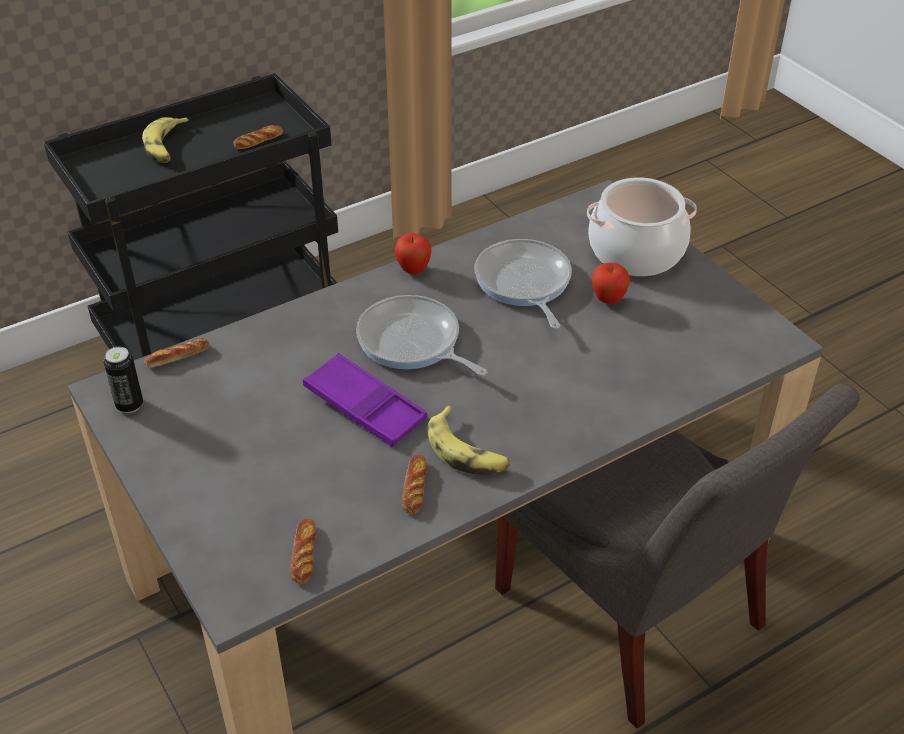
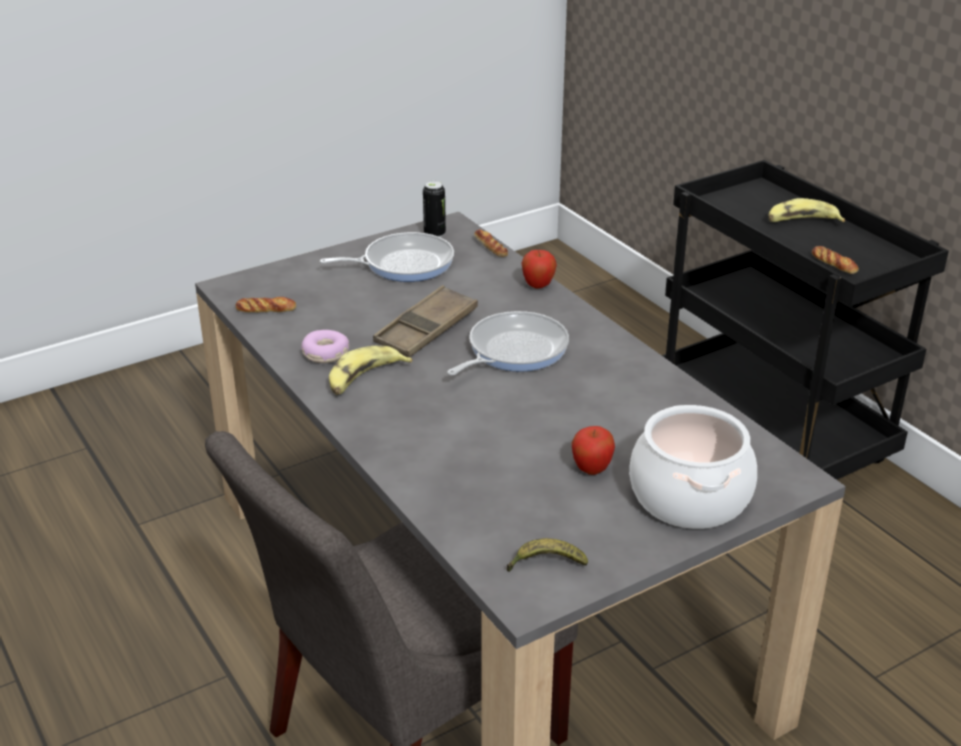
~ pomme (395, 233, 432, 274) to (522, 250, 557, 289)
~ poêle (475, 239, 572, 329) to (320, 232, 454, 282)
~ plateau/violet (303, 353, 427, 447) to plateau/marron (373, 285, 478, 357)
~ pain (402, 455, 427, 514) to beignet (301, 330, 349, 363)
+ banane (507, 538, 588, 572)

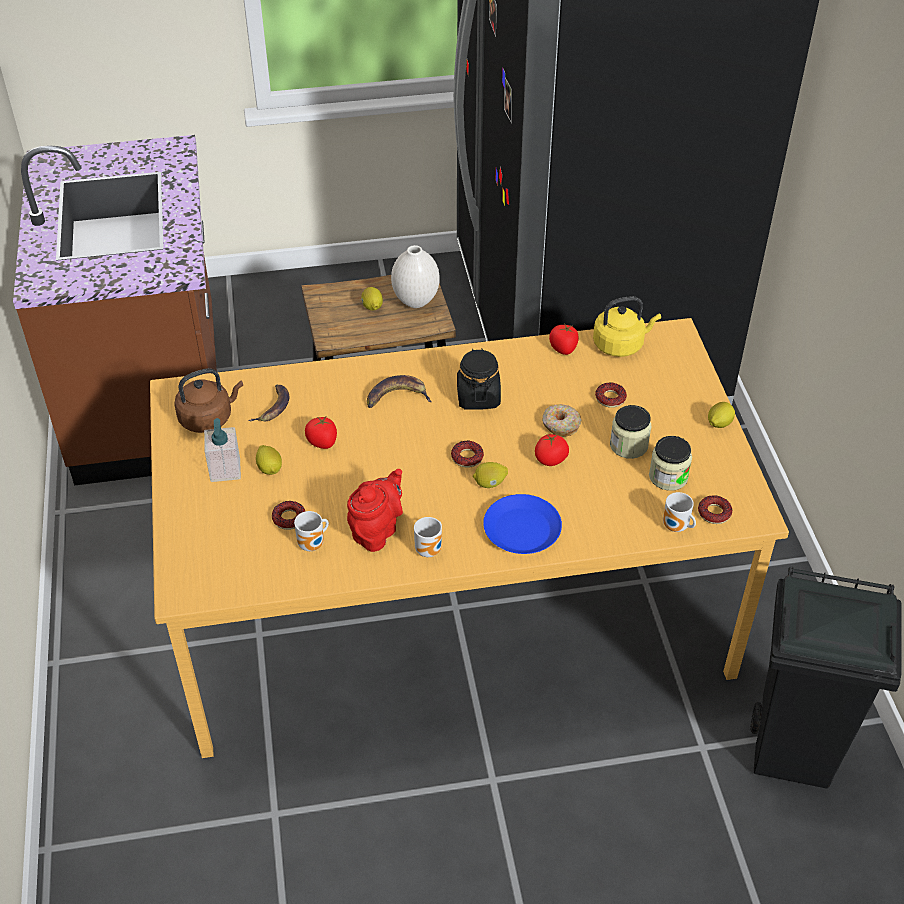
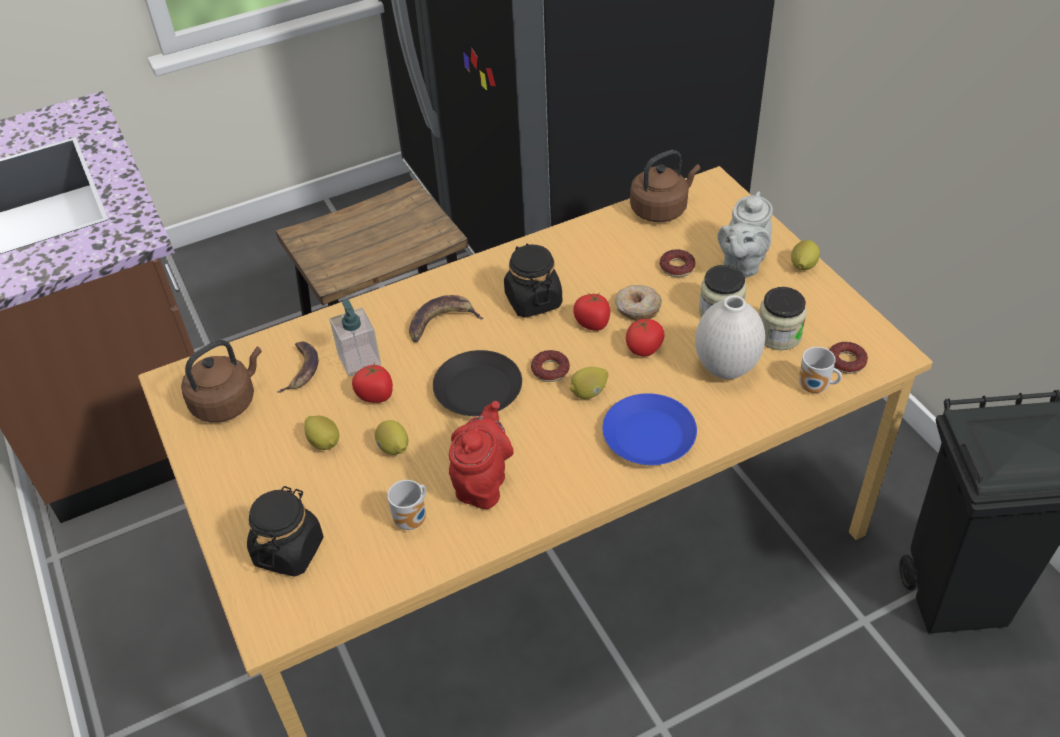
~ vase/blanc (391, 245, 440, 308) to (695, 295, 765, 379)
~ citron (361, 287, 383, 310) to (375, 420, 408, 455)
~ bouilloire/jaune (593, 296, 661, 357) to bouilloire/marron (630, 150, 700, 222)
~ tomate (549, 323, 579, 355) to (573, 292, 610, 331)
~ distributeur de savon (204, 418, 241, 482) to (330, 299, 381, 377)
- beignet (272, 501, 305, 530)
- mug (414, 517, 442, 557)
+ théière/gris (718, 191, 773, 277)
+ assiette/noir (433, 350, 522, 416)
+ bocal/noir (247, 486, 323, 577)

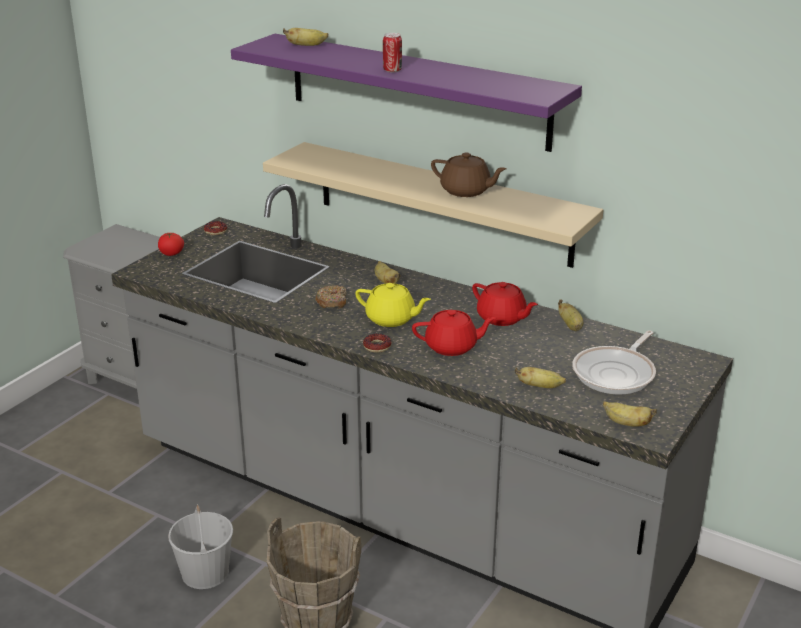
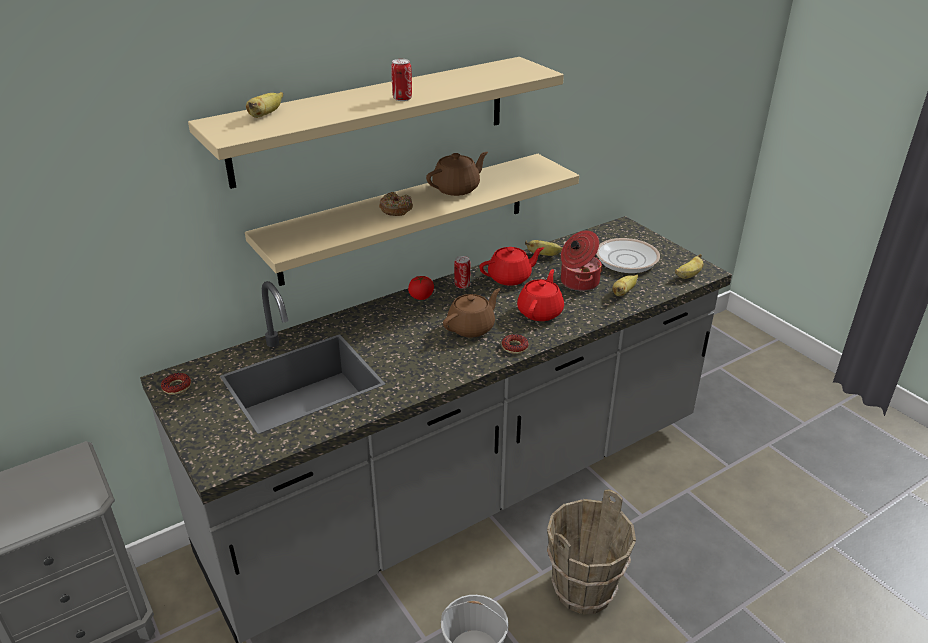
~ étagère/violet (231, 34, 582, 152) to étagère/beige (188, 57, 564, 189)
~ tomate (158, 232, 184, 256) to (408, 276, 434, 300)
- banane (375, 261, 401, 284)
~ théière/jaune (355, 283, 431, 327) to théière/marron (443, 288, 501, 338)
~ beignet (315, 285, 346, 309) to (379, 192, 413, 216)
~ poêle (572, 330, 656, 395) = (563, 238, 660, 273) 45 degrees counterclockwise
+ marmite (561, 230, 603, 291)
+ boîte métallique (454, 256, 471, 289)

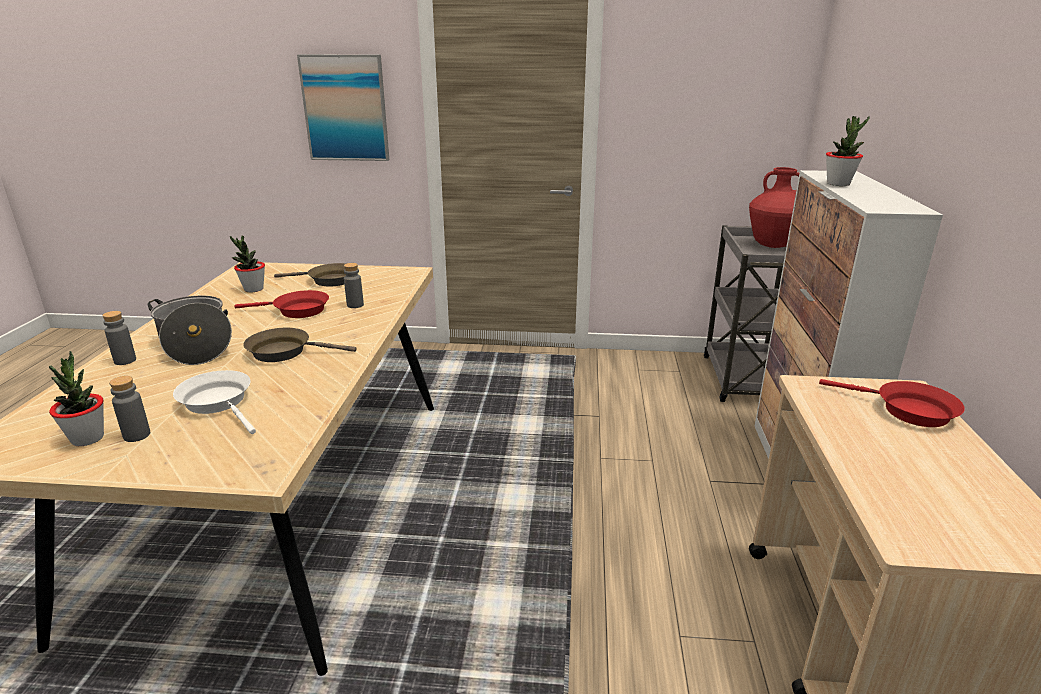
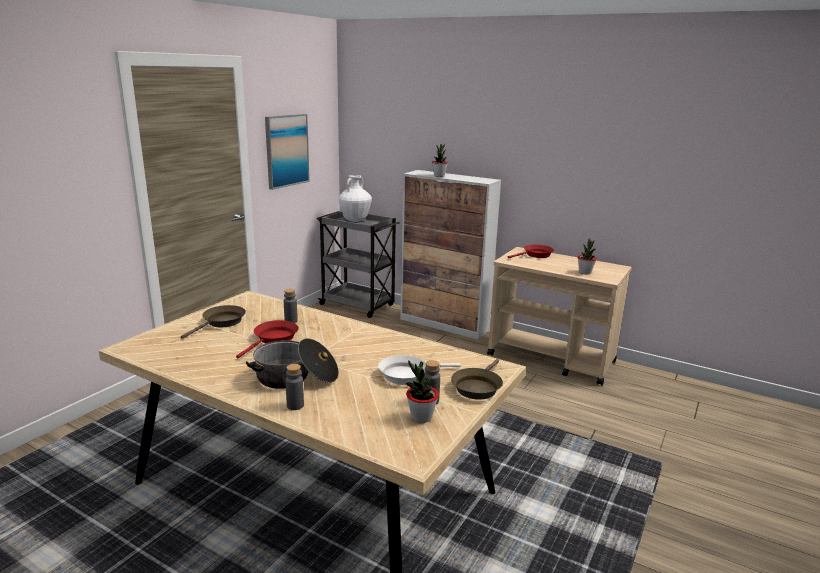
~ tableau (297, 55, 389, 161) to (265, 114, 310, 190)
~ vase/rouge (749, 167, 799, 248) to vase/blanc (338, 175, 372, 222)
~ plante en pot (230, 236, 265, 292) to (578, 238, 597, 274)
~ poêle/marron (243, 328, 356, 362) to (451, 359, 503, 400)

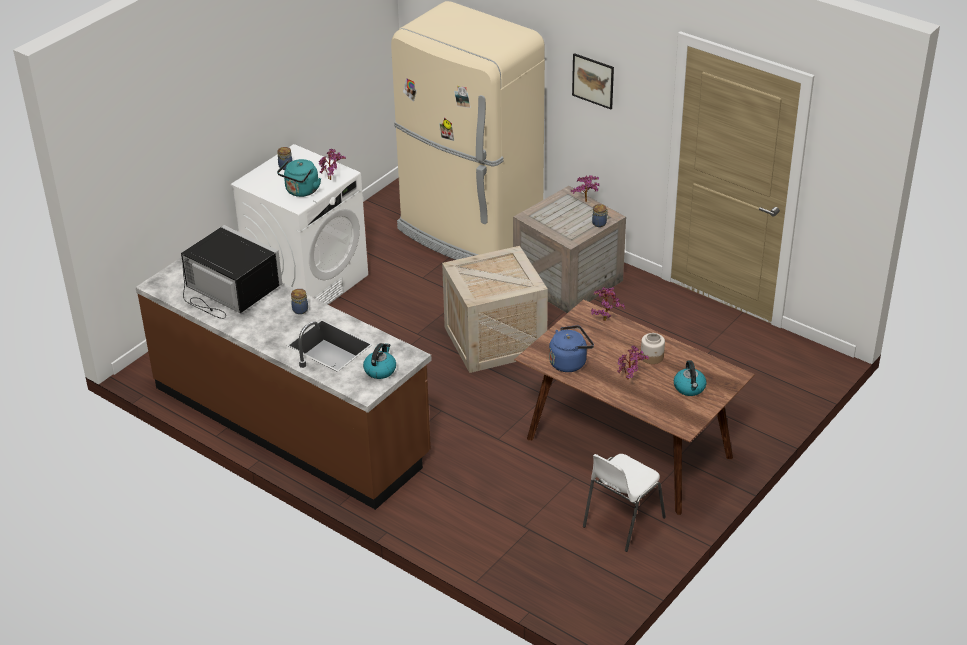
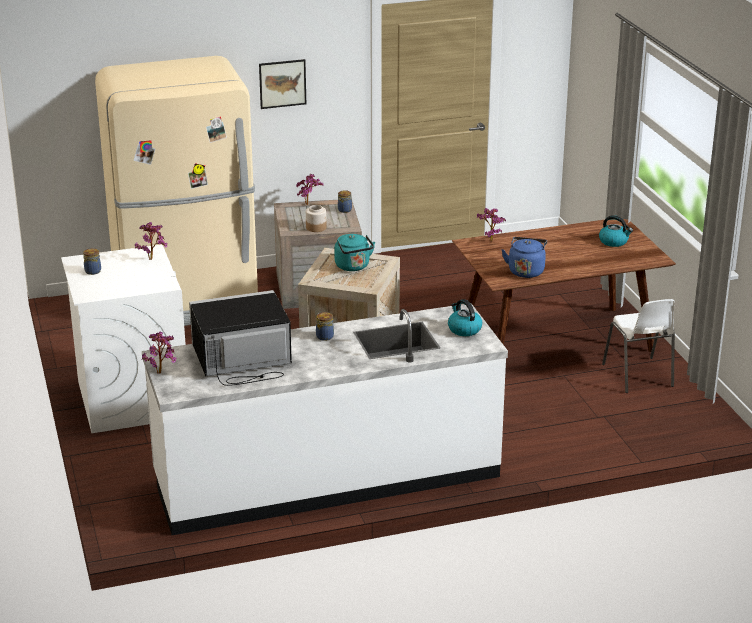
~ bouilloire/turquoise (277, 159, 321, 197) to (334, 234, 375, 271)
~ comptoir de cuisine/marron (135, 257, 432, 510) to comptoir de cuisine/blanc (142, 303, 508, 535)
~ bocal (641, 333, 665, 364) to (306, 205, 327, 232)
~ plante en pot (617, 346, 649, 380) to (141, 331, 177, 374)

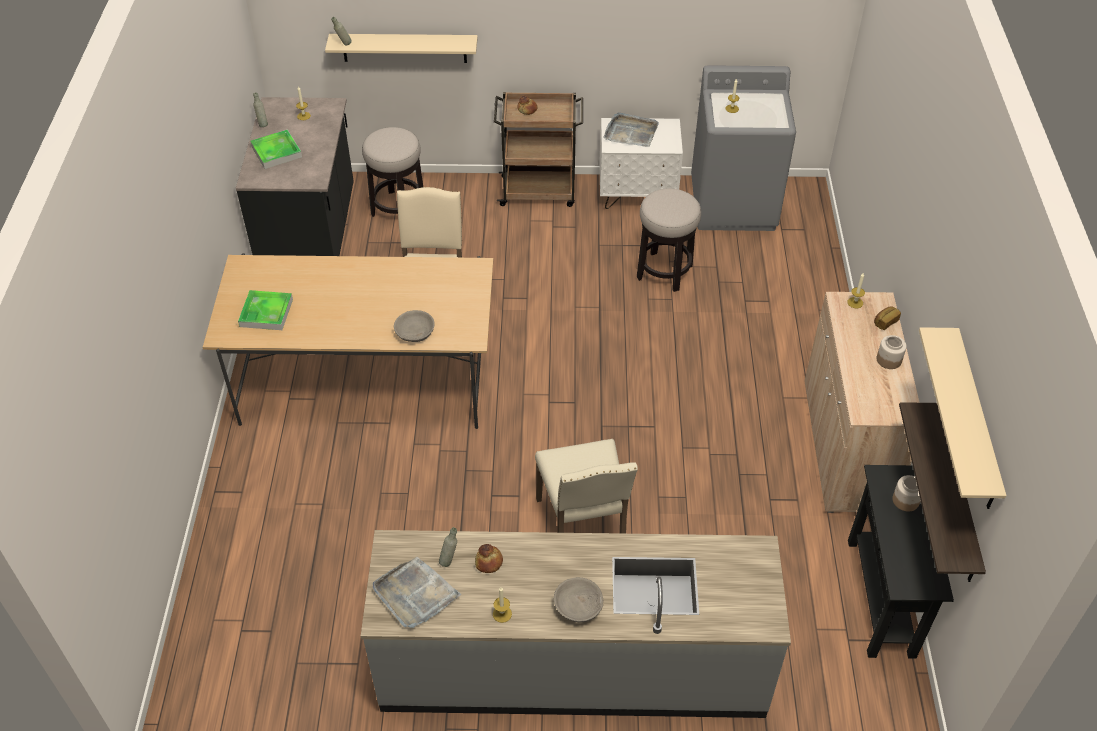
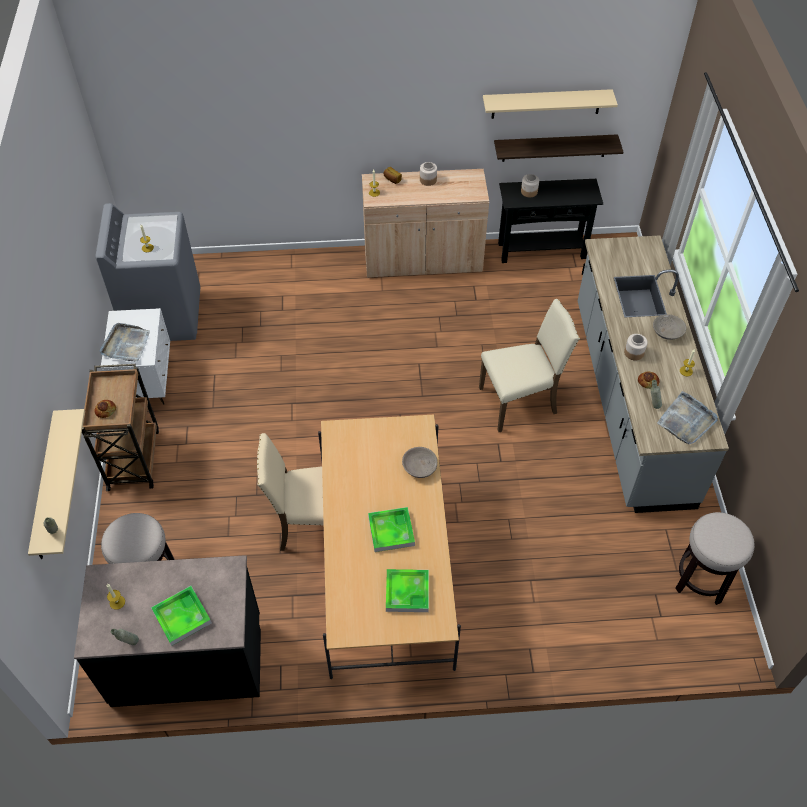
~ tabouret (637, 188, 701, 292) to (676, 512, 755, 605)
+ bocal (624, 334, 648, 360)
+ plateau (368, 507, 415, 552)

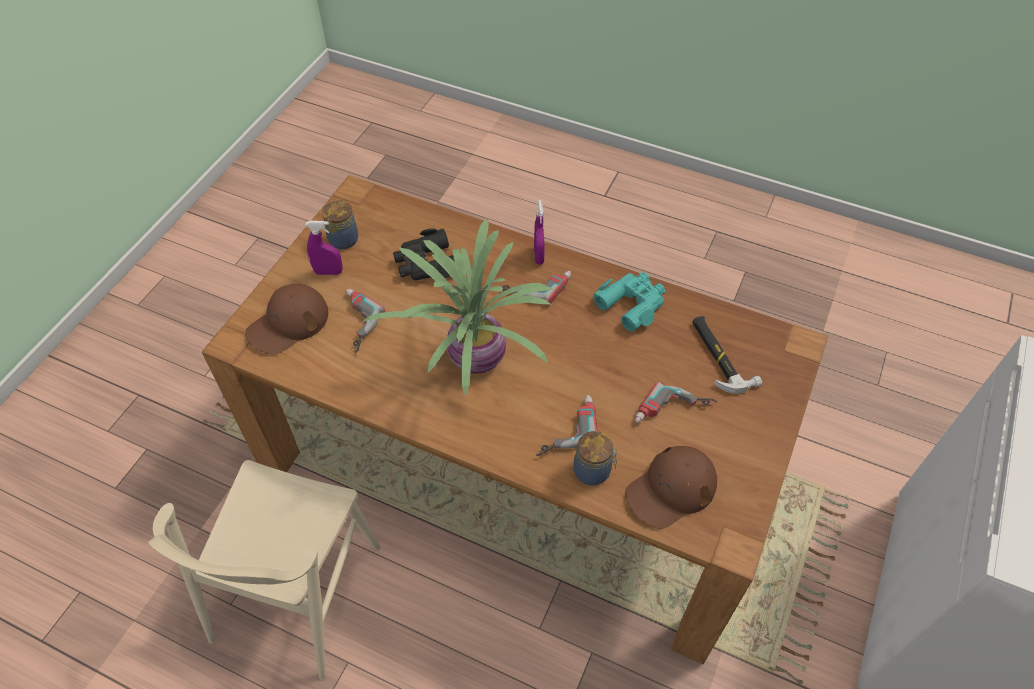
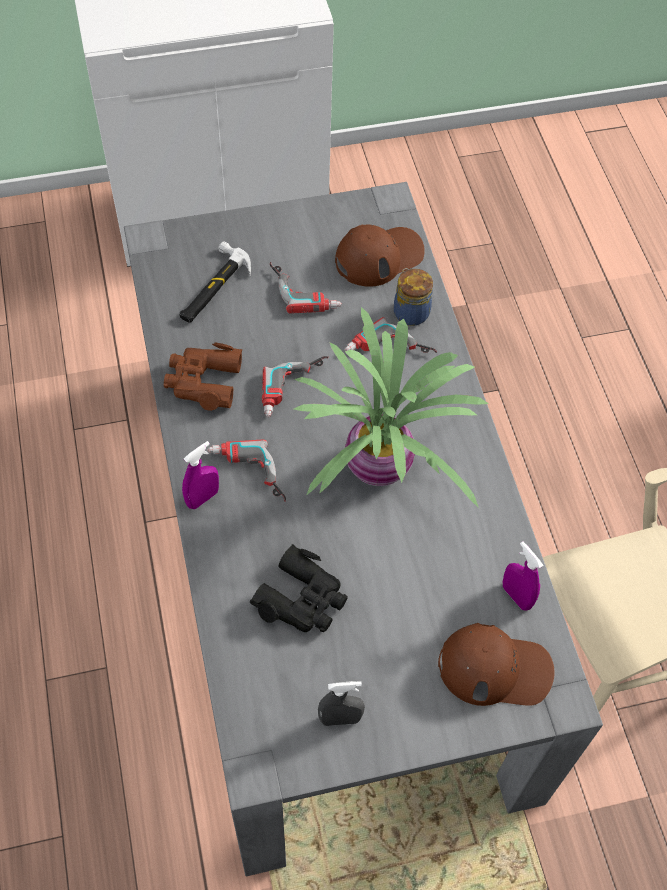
~ table à manger/marron (202, 175, 828, 664) to table à manger/gris (124, 182, 603, 876)
~ bocal (322, 200, 358, 249) to vaporisateur/gris (318, 681, 365, 726)
~ vaporisateur/violet (305, 221, 343, 275) to (503, 541, 543, 611)
~ jumelles/turquoise (593, 272, 666, 332) to jumelles/marron (164, 343, 242, 411)
~ perceuse (345, 289, 385, 353) to (262, 356, 329, 417)
~ casquette/marron (625, 446, 717, 529) = (335, 225, 425, 287) 45 degrees counterclockwise

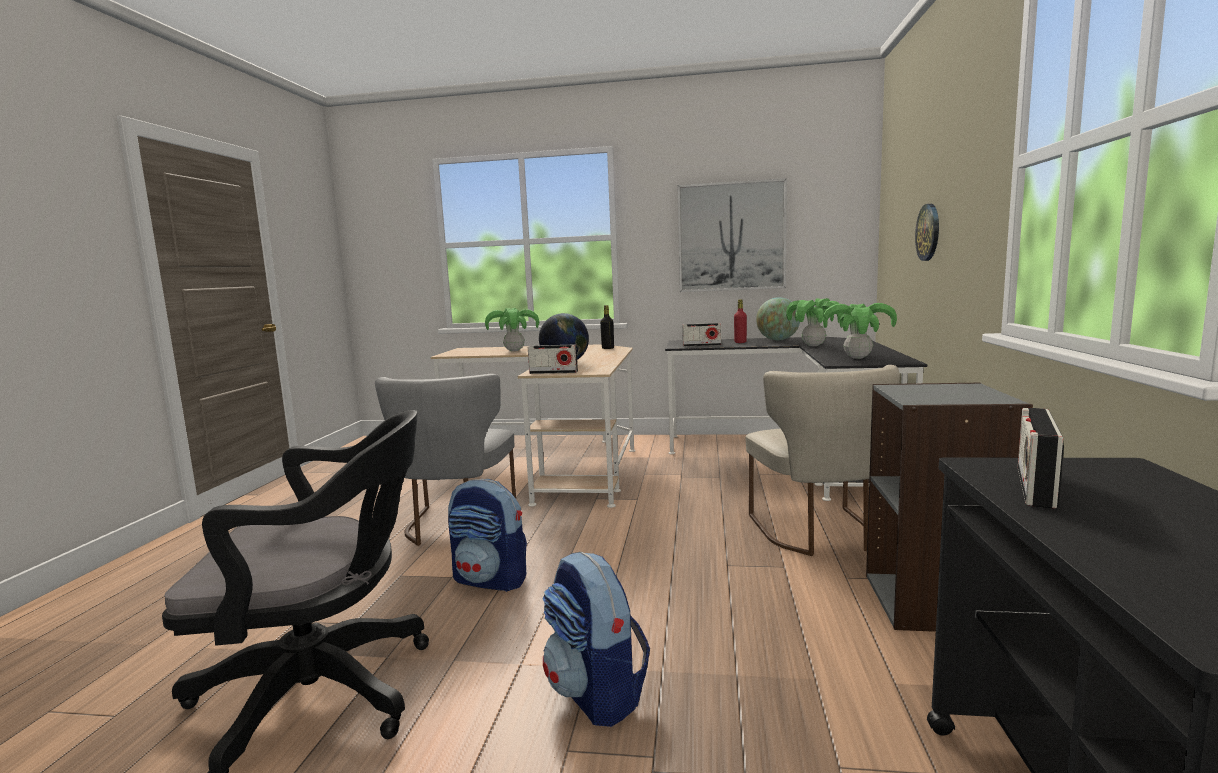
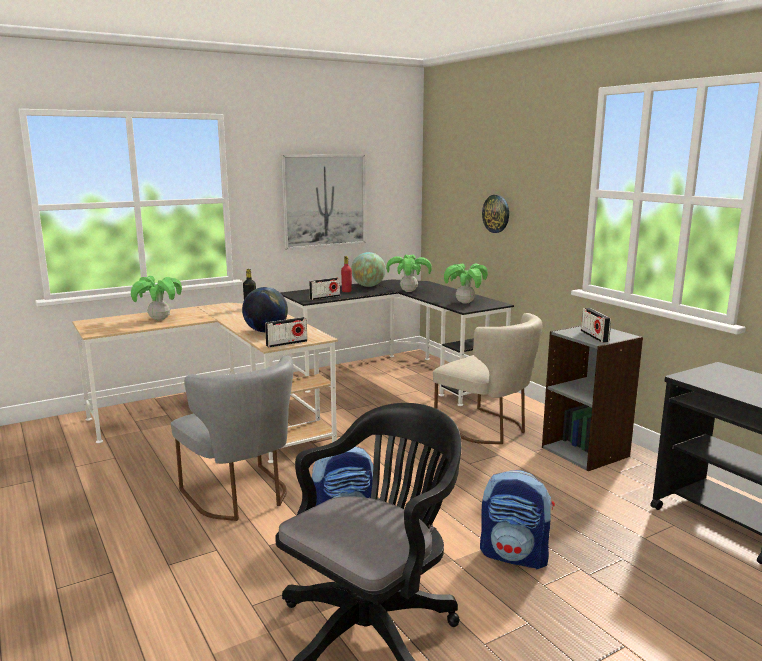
~ radio (1018, 408, 1064, 509) to (581, 308, 611, 343)

